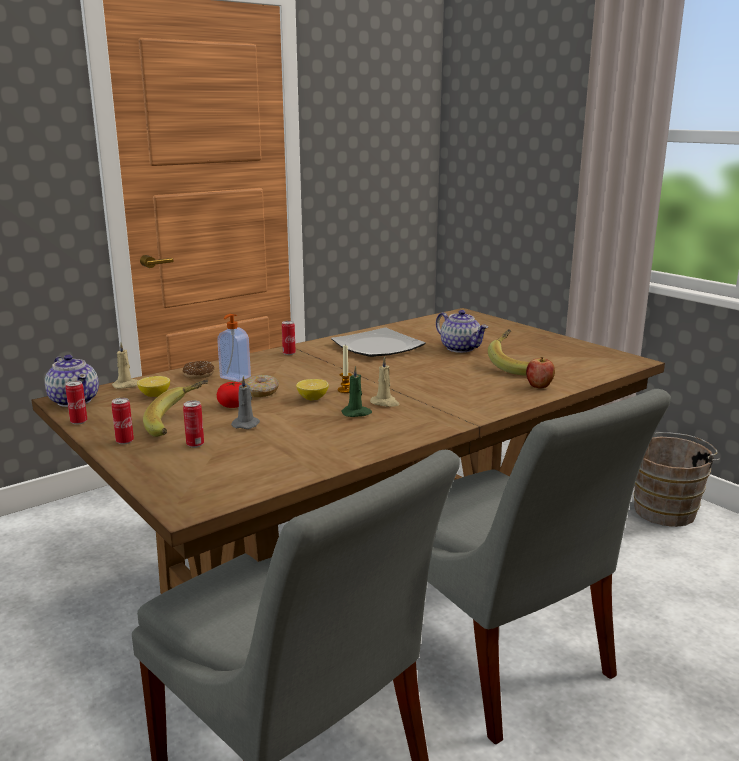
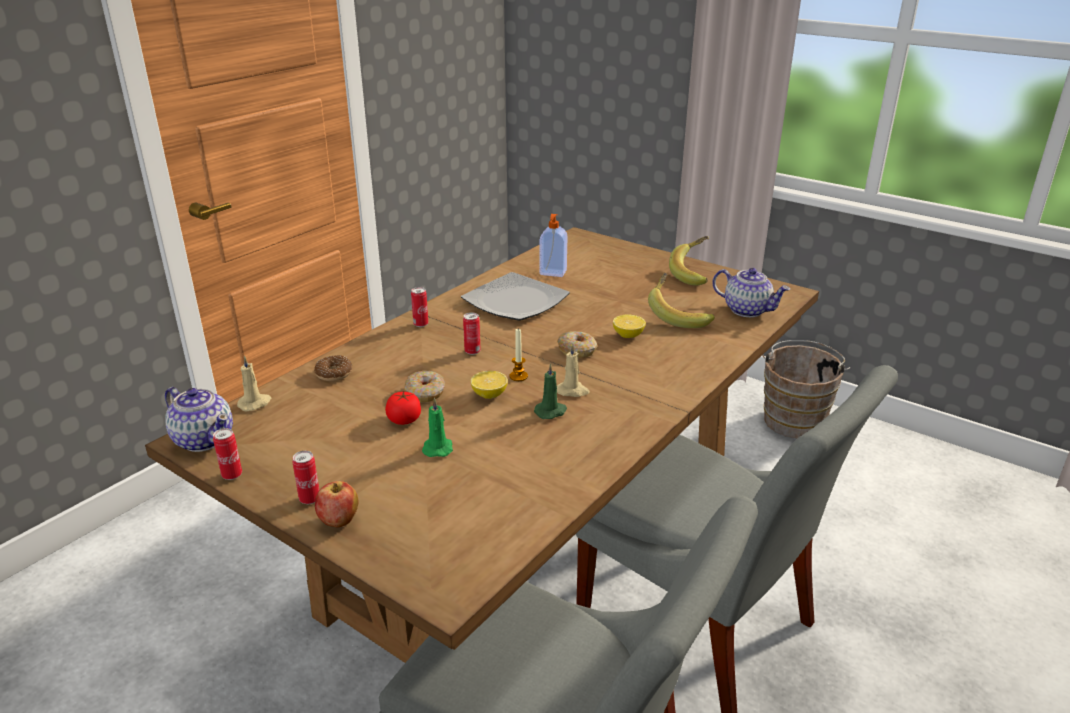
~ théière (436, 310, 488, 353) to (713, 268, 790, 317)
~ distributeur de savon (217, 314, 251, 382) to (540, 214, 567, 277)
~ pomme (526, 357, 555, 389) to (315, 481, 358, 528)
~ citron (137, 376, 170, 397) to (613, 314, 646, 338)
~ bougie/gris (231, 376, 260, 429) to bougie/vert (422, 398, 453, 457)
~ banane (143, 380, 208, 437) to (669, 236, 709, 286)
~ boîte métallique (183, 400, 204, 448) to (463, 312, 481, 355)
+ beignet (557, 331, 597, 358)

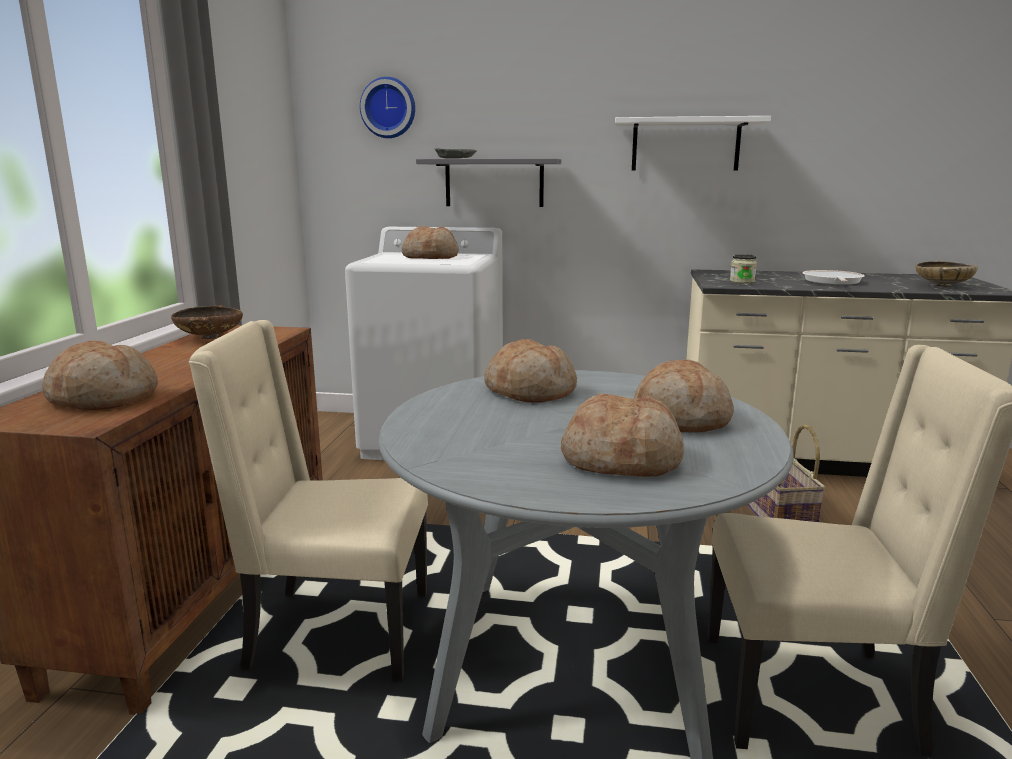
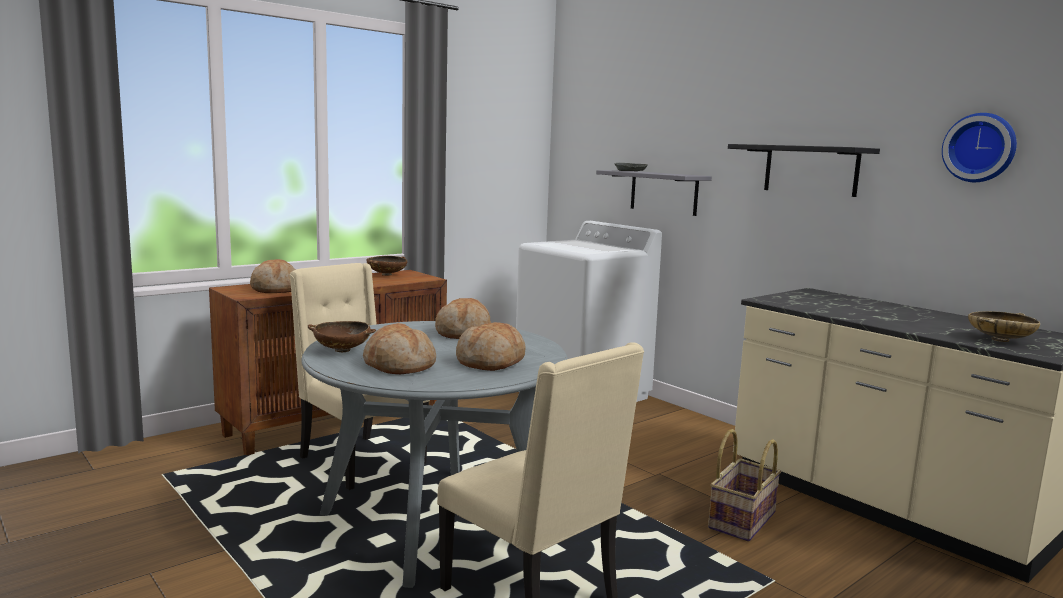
~ horloge murale (360, 77, 415, 138) to (942, 113, 1017, 182)
~ étagère/blanc (615, 116, 771, 171) to étagère/noir (728, 144, 880, 197)
- pain (402, 226, 459, 259)
- bocal (730, 254, 757, 283)
- poêle (802, 270, 865, 285)
+ bol/marron (308, 321, 376, 352)

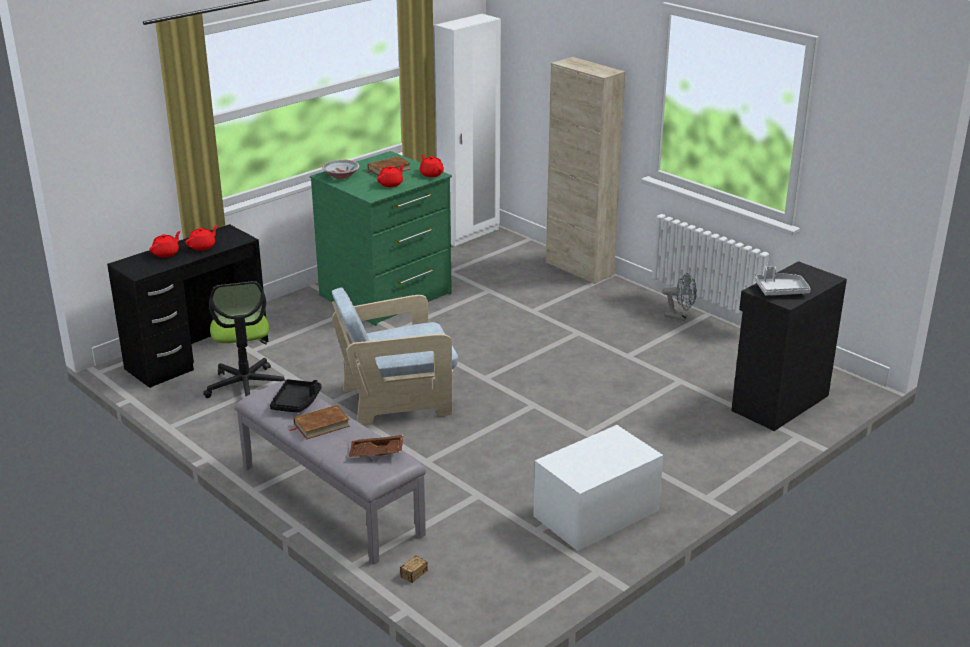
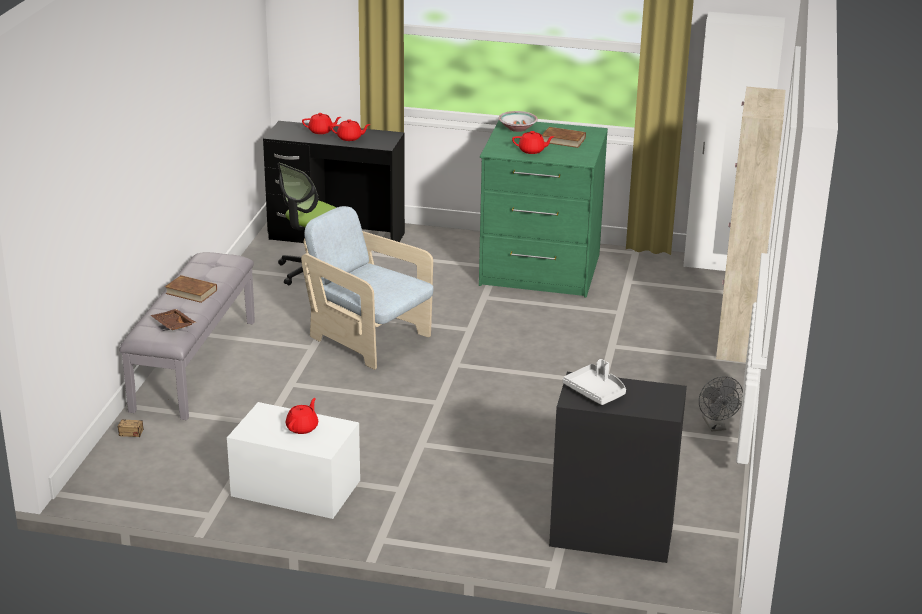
~ théière/rouge (420, 154, 444, 177) to (286, 398, 318, 434)
- plateau/noir (270, 379, 322, 413)

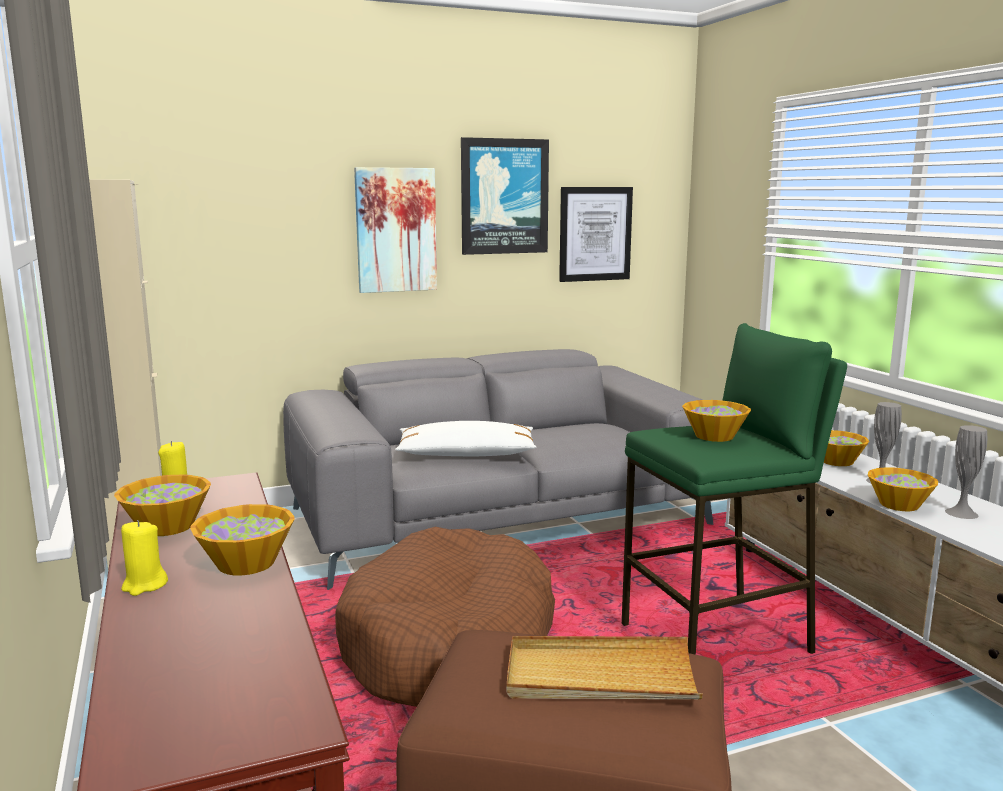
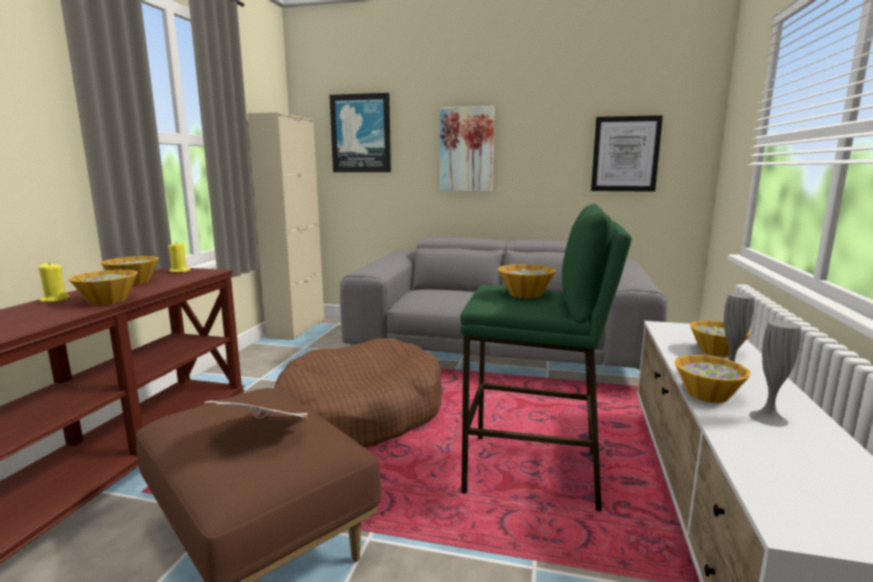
~ tableau (461, 137, 549, 255) to (329, 93, 391, 172)
- coussin/blanc (395, 421, 536, 457)
~ plateau/beige (507, 636, 703, 699) to journal (204, 401, 308, 419)

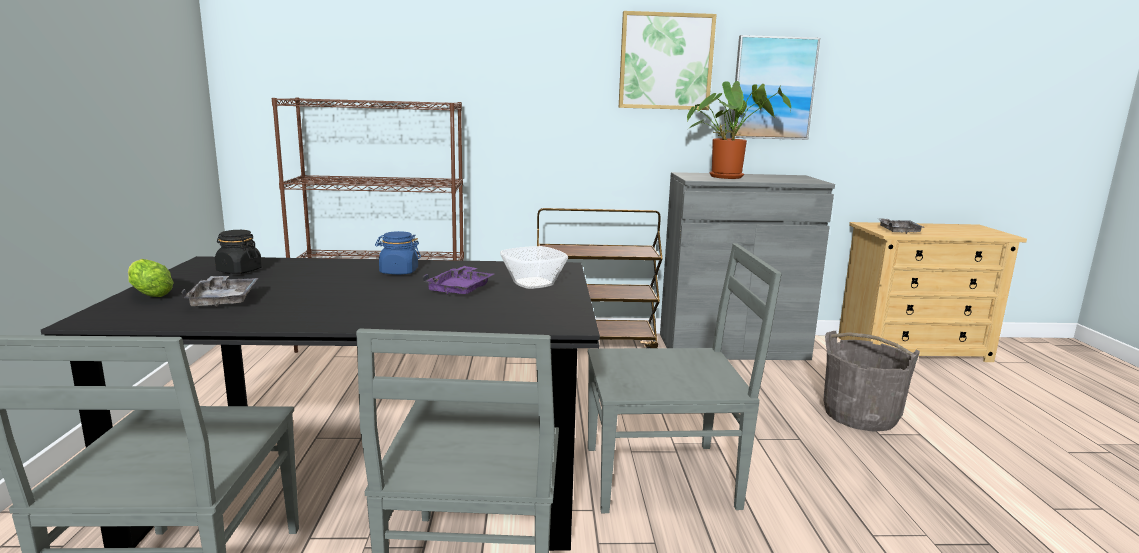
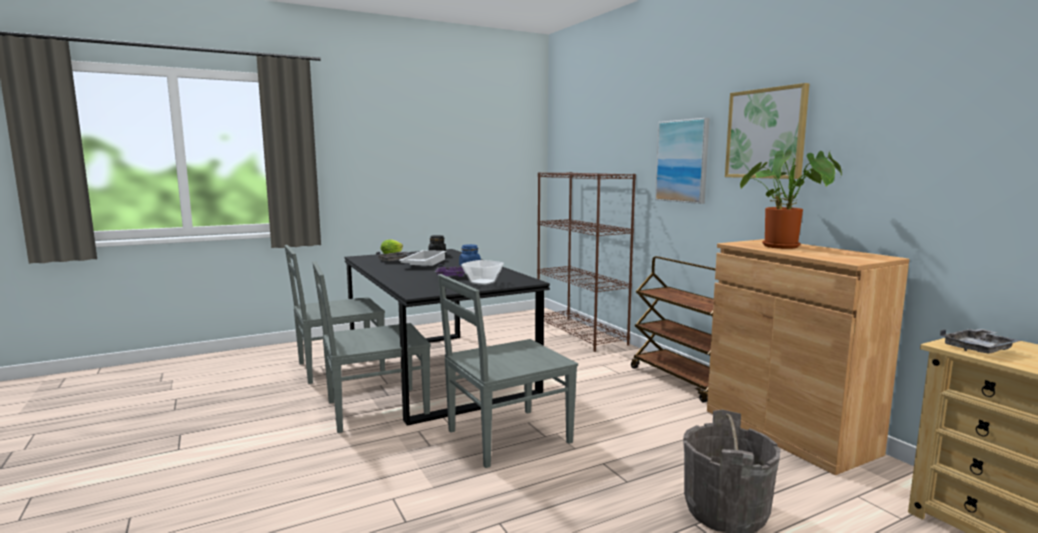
~ tableau (730, 35, 820, 140) to (655, 118, 709, 204)
~ meuble de rangement/gris (660, 172, 835, 360) to meuble de rangement/marron (707, 239, 909, 475)
~ chaise/gris (588, 243, 782, 513) = (438, 274, 578, 468) 90 degrees clockwise
+ plateau/blanc (399, 250, 446, 266)

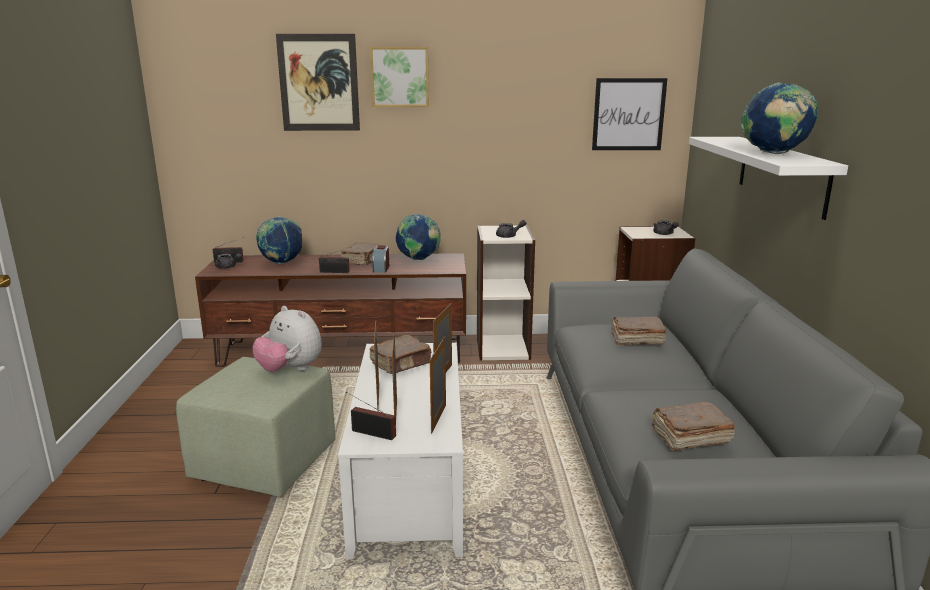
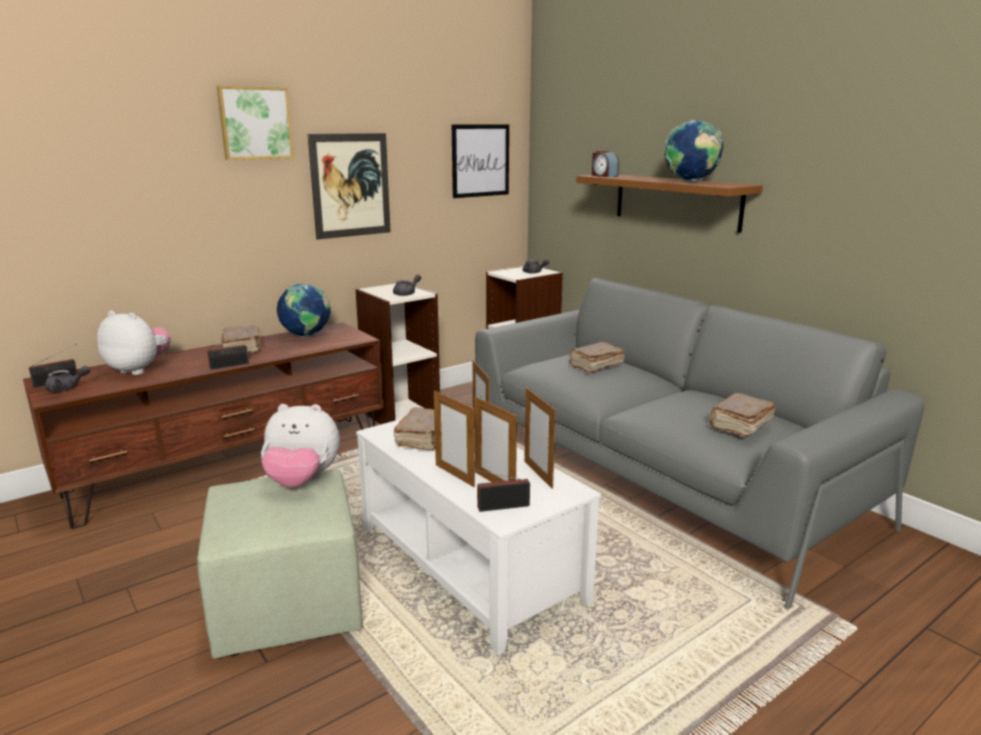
~ tableau (276, 34, 360, 131) to (308, 133, 391, 240)
~ étagère/blanc (689, 137, 848, 220) to étagère/marron (576, 175, 763, 233)
~ globe (256, 216, 302, 264) to peluche (97, 311, 171, 375)
~ réveil (372, 245, 389, 273) to (592, 151, 619, 177)

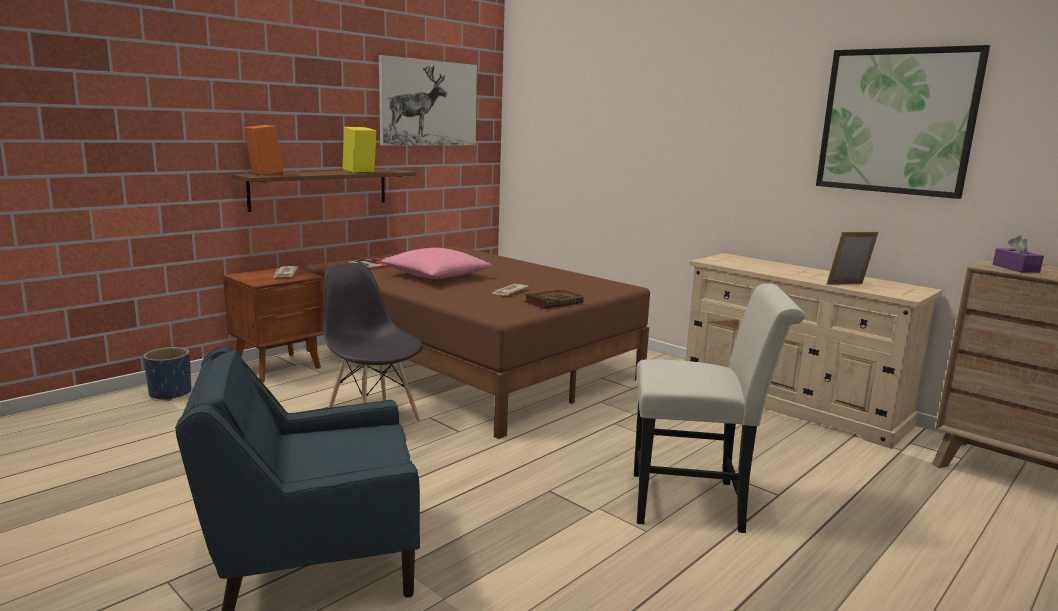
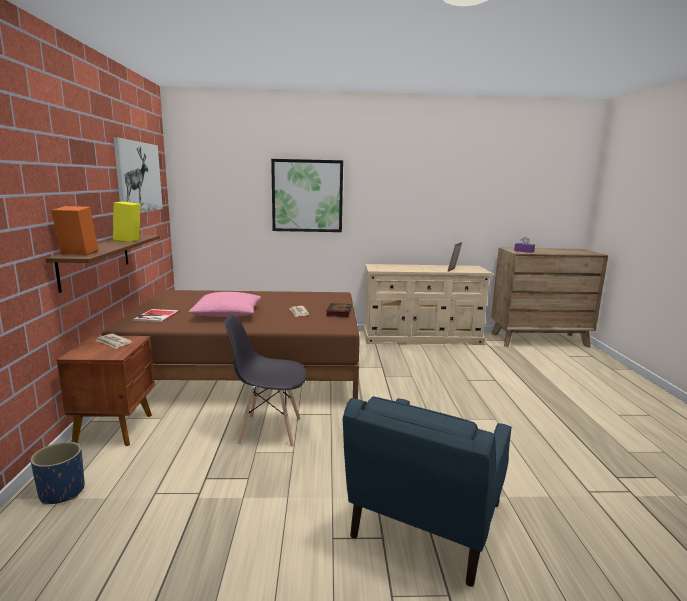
~ tableau (816, 45, 990, 199) to (271, 159, 343, 232)
- chaise/blanc (634, 283, 805, 533)

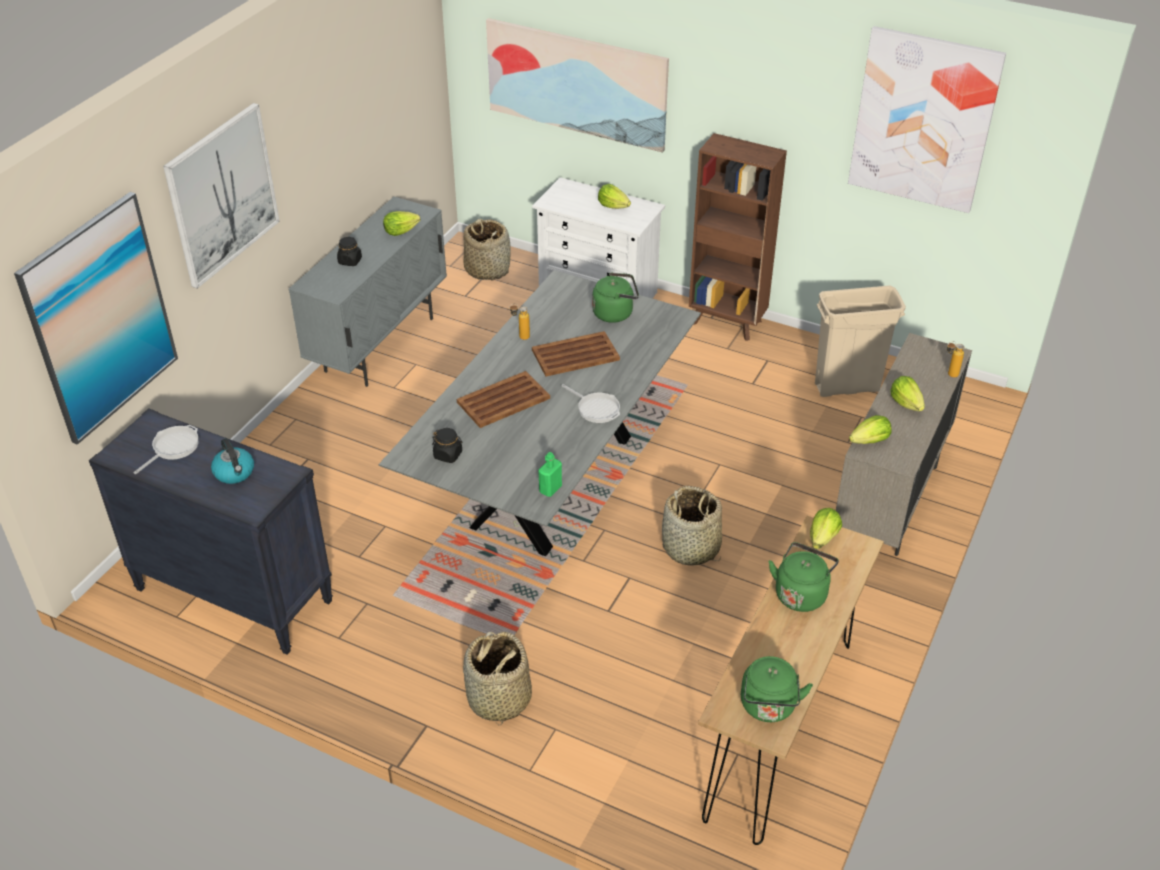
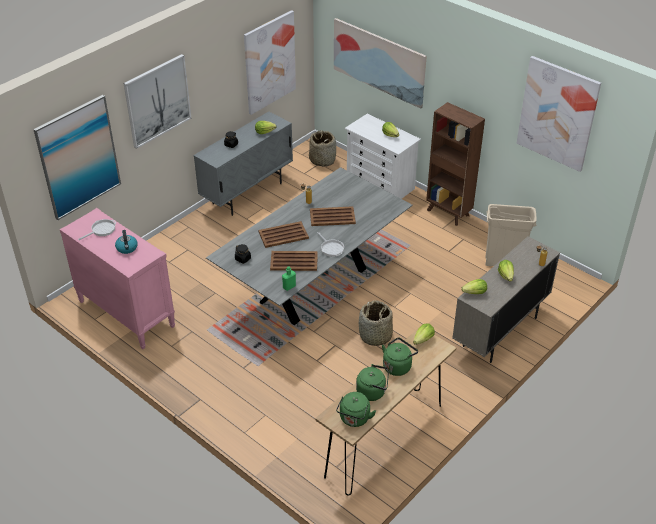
~ bouilloire/vert (592, 272, 639, 323) to (356, 364, 389, 401)
~ commode/noir (89, 408, 333, 655) to commode/rose (60, 208, 175, 349)
- panier (463, 631, 532, 726)
+ tableau (244, 10, 296, 115)
+ plateau/marron (270, 251, 318, 271)

